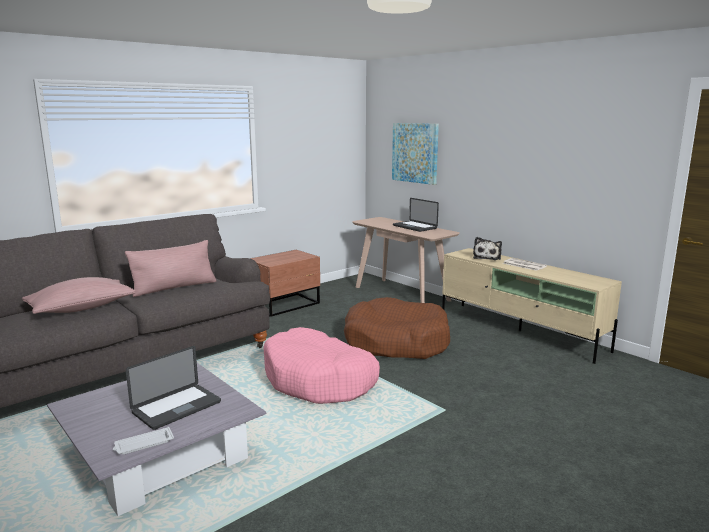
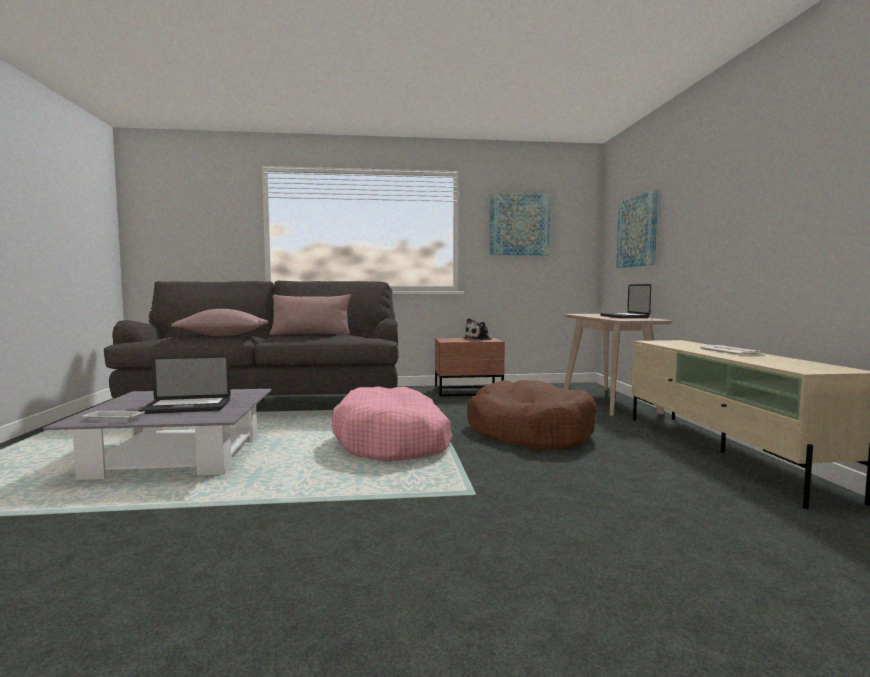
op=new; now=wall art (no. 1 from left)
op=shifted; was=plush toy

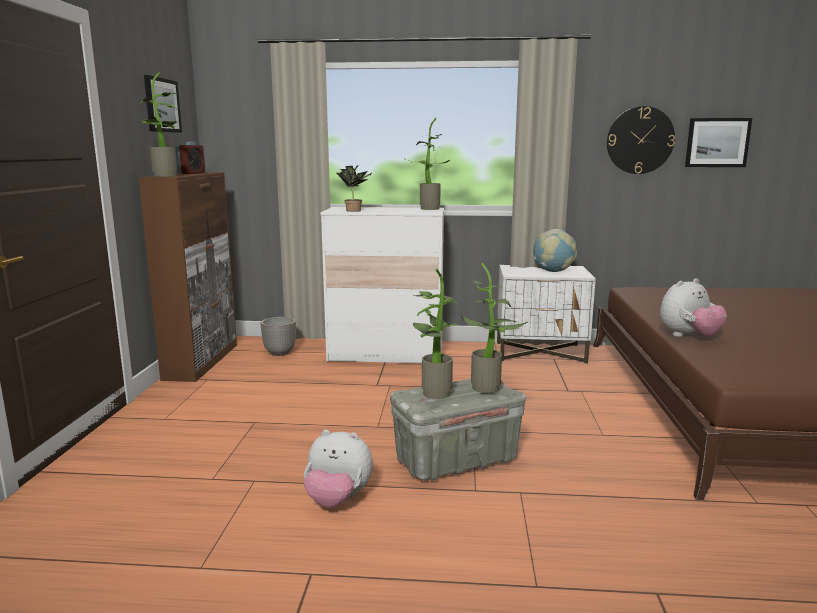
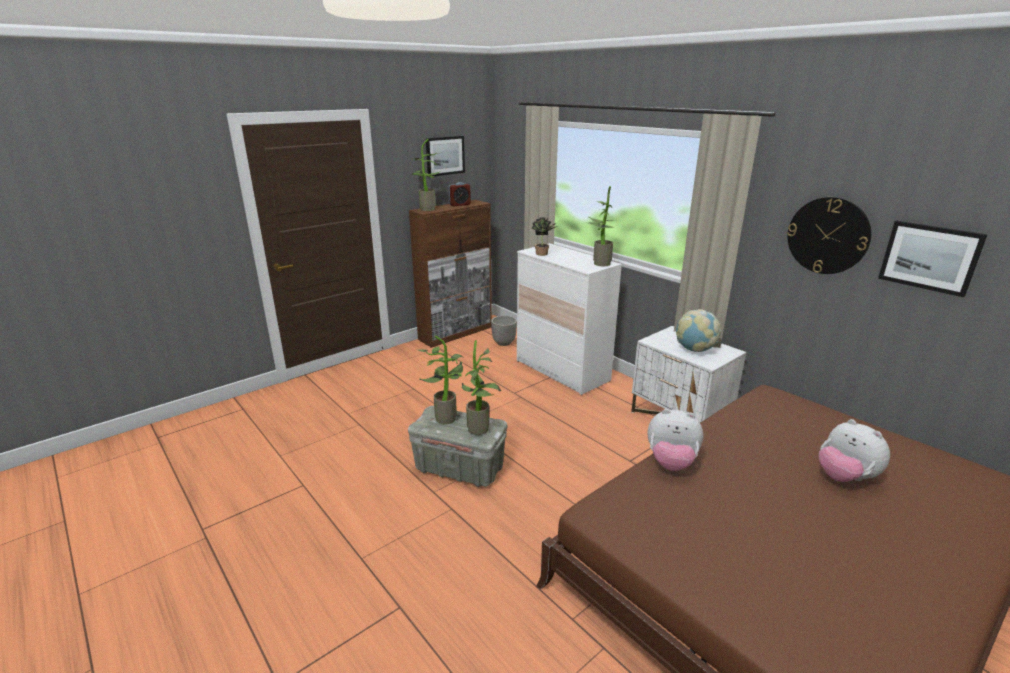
op=shifted; was=plush toy (no. 1 from left in the first image); now=plush toy (no. 2 from left)

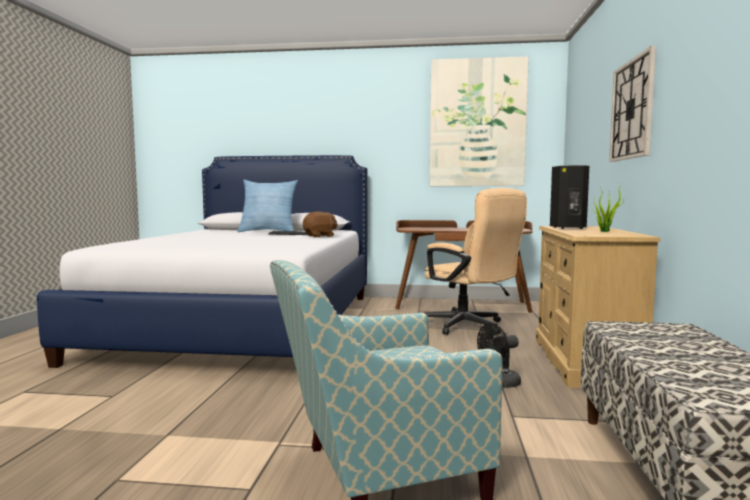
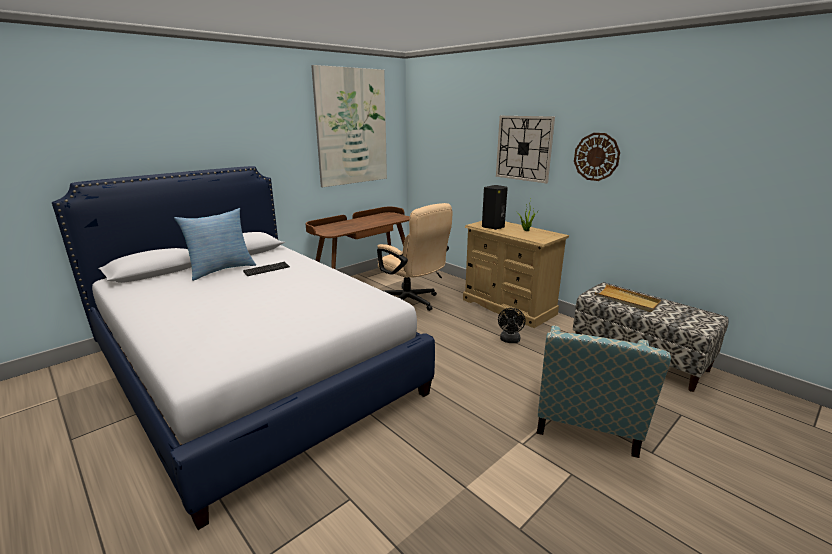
op=gone; was=brownish plush toy
op=new; now=hanging clock (no. 2 from left)
op=new; now=beige serving tray
op=rotated; was=beige desk chair; clockwise=45

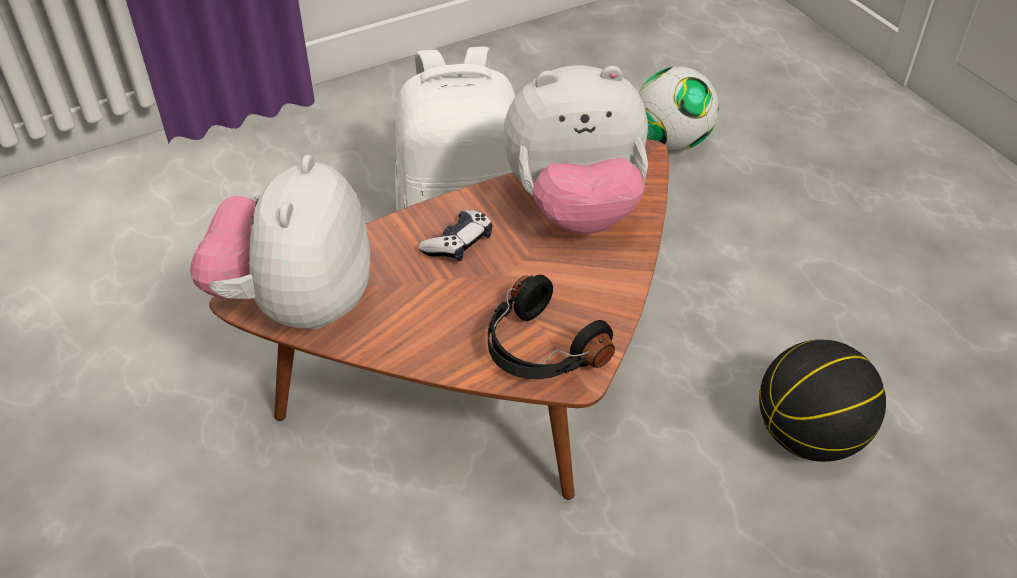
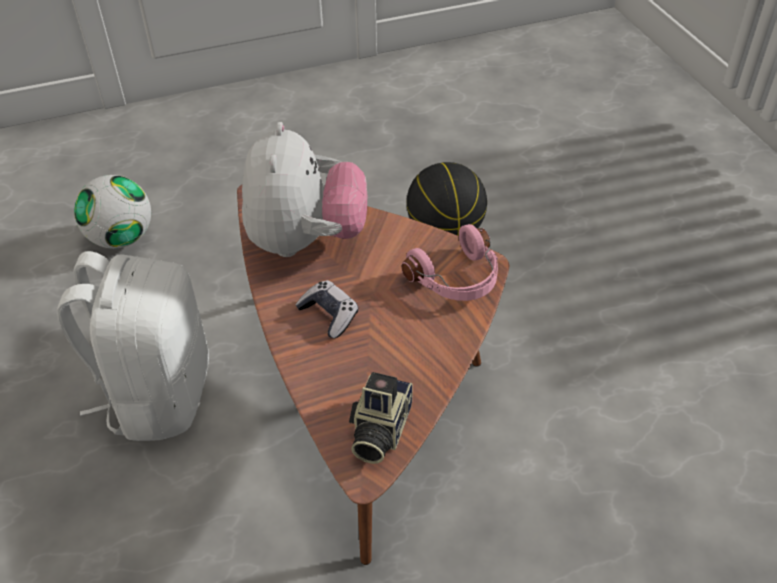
op=swapped; was=plush toy (no. 1 from left); now=photo camera
op=repainted; was=black-coloured headphones; now=pink headphones

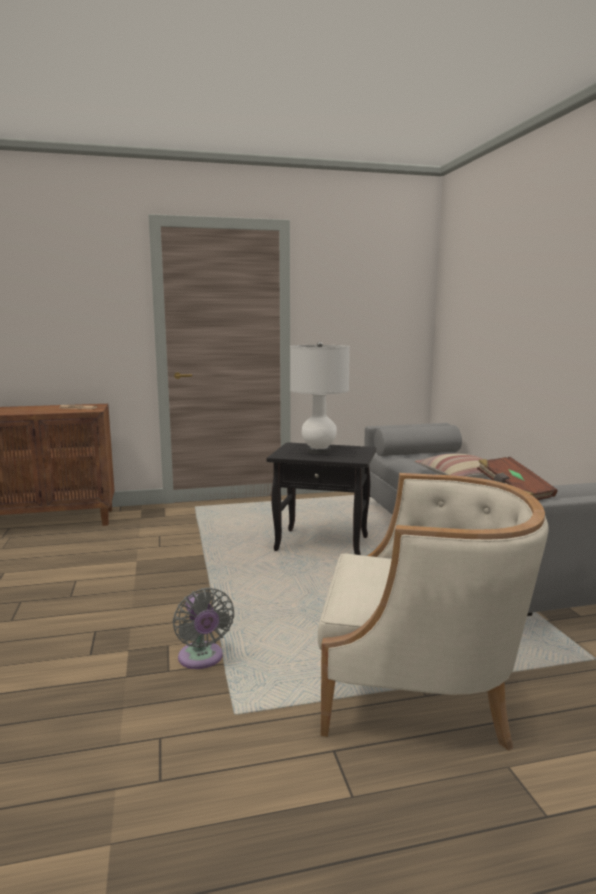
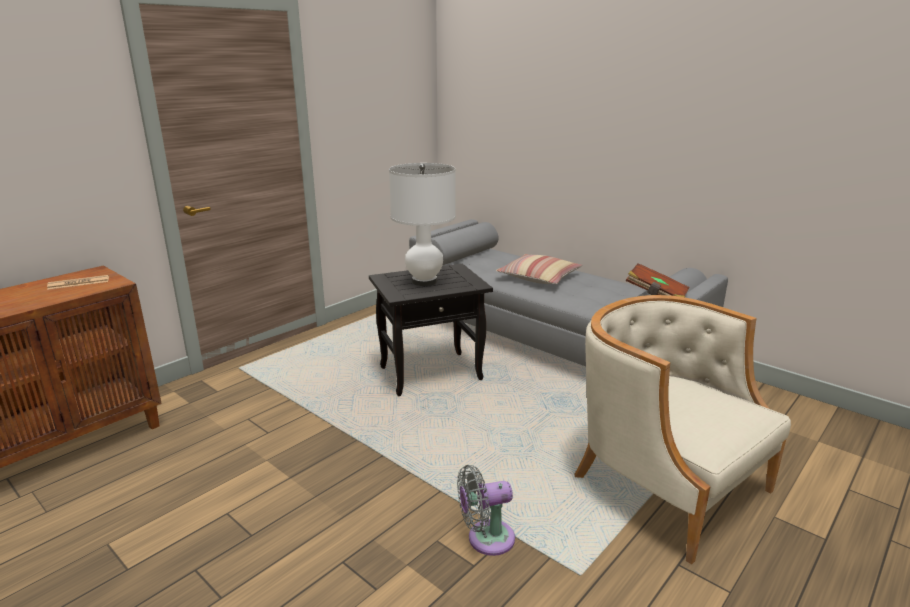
op=rotated; was=greyish cooling fan; clockwise=135
op=rotated; was=beige armchair; clockwise=-105

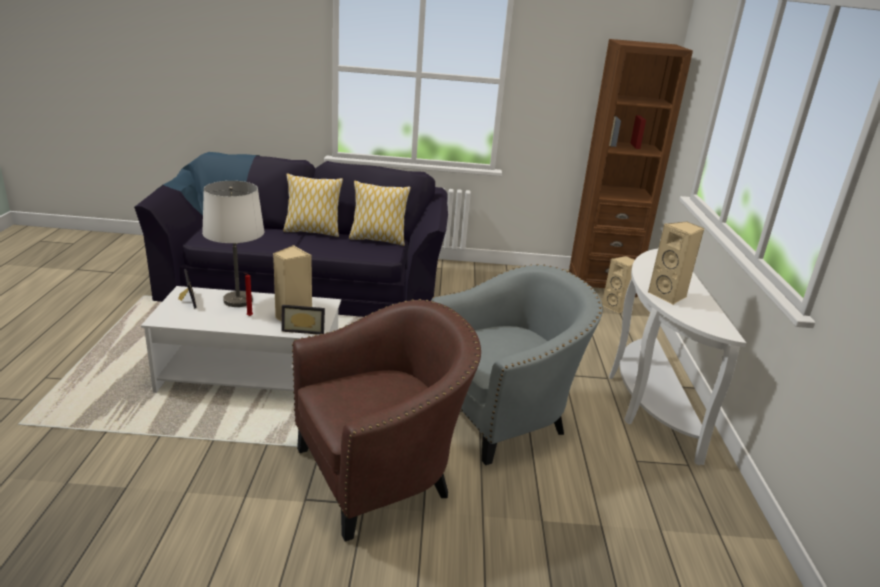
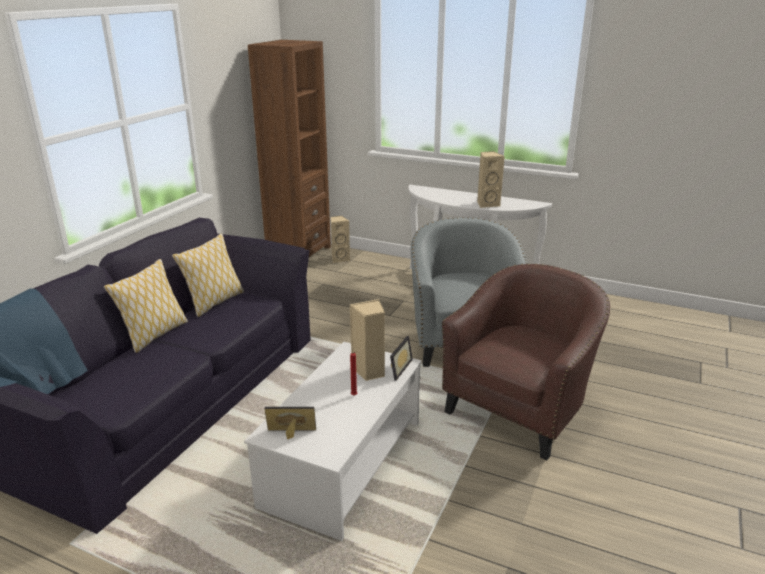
op=gone; was=white tabletop lamp
op=rotated; was=brownish armchair; clockwise=45

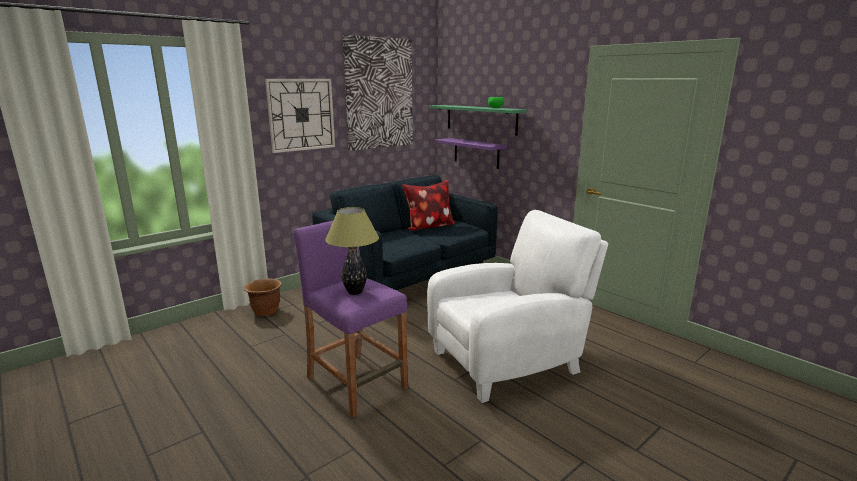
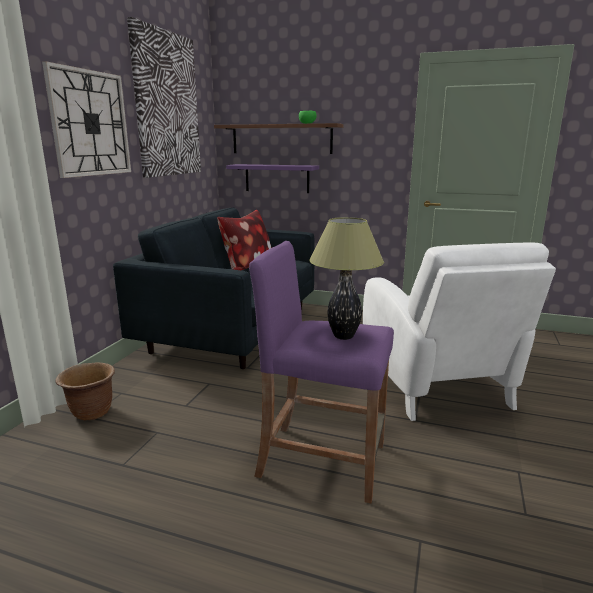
op=repainted; was=green-coloured bracket shelf; now=brownish bracket shelf
op=rotated; was=white armchair; clockwise=135

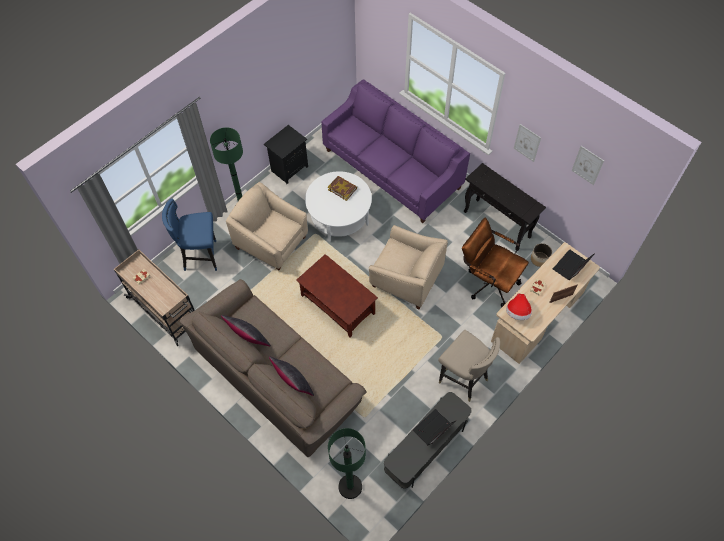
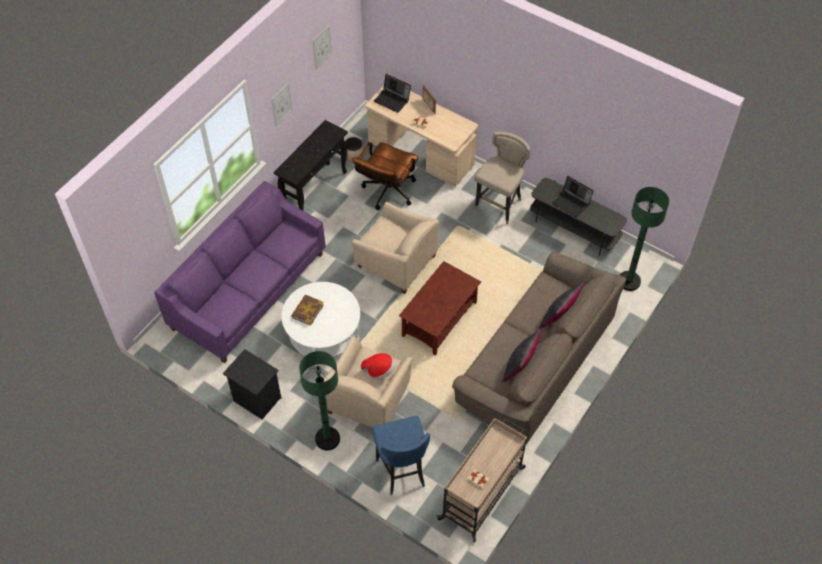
op=shifted; was=clothing hat
op=rotated; was=beige armchair (no. 2 from left); clockwise=105

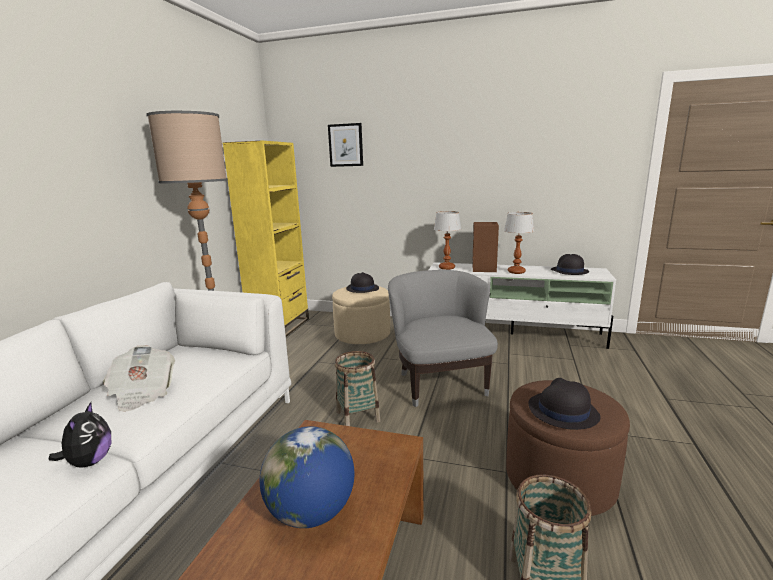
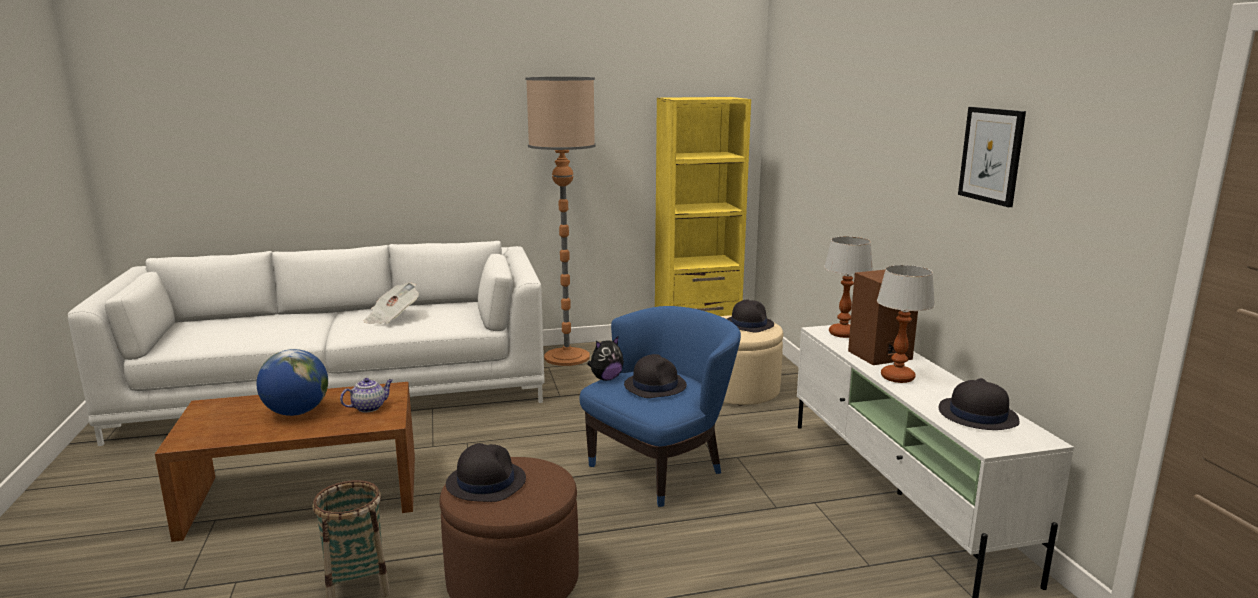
op=gone; was=basket (no. 1 from left)
op=new; now=teapot
op=new; now=black-coloured clothing hat (no. 2 from left)
op=shifted; was=plush toy
op=shifted; was=wall art
op=repainted; was=greyish armchair; now=bluish armchair

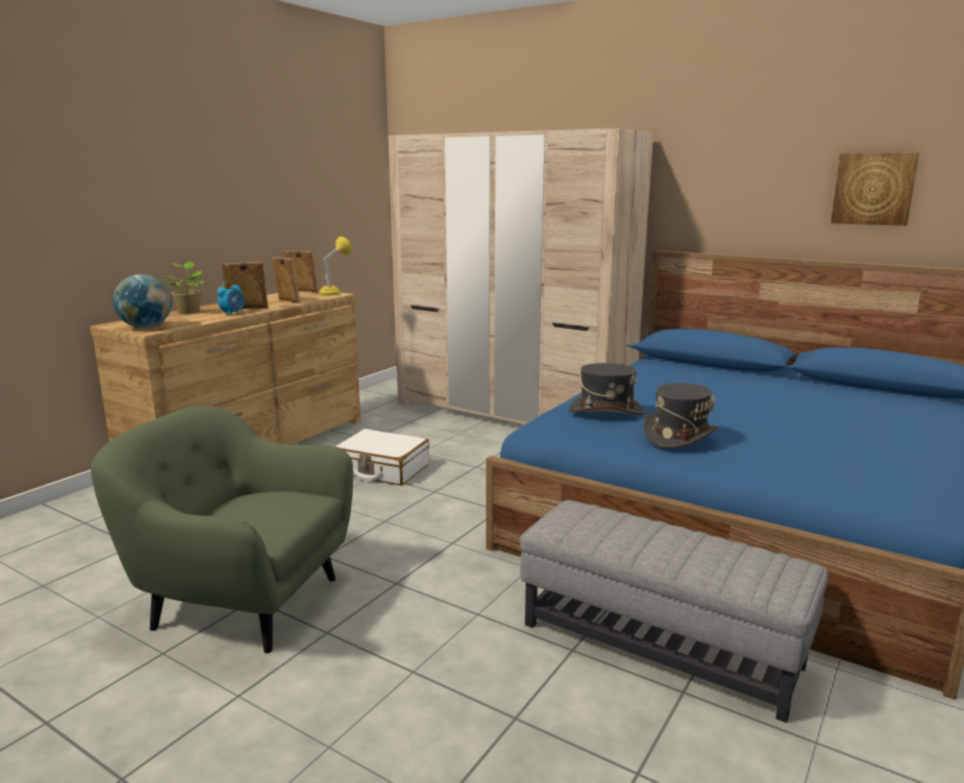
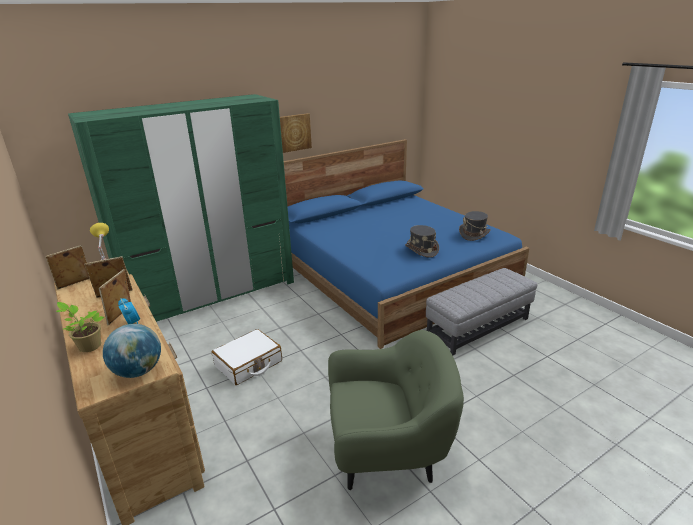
op=shifted; was=greyish clothing hat (no. 1 from left in the first image); now=greyish clothing hat (no. 2 from left)
op=shifted; was=wall art
op=repainted; was=beige armoire; now=green-coloured armoire
op=rotated; was=green-coloured armchair; clockwise=-135

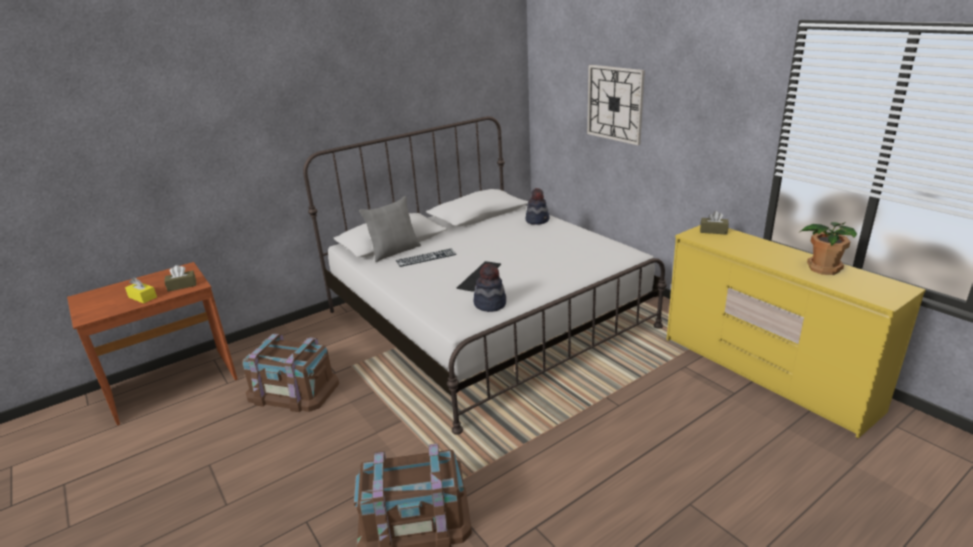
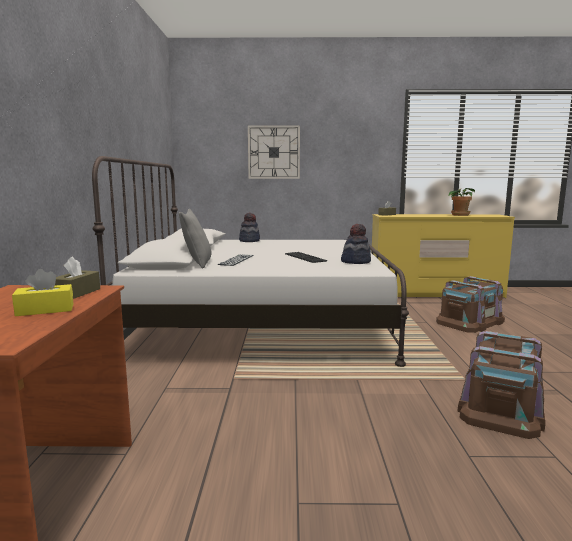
op=shifted; was=brownish storage bin (no. 1 from left)

